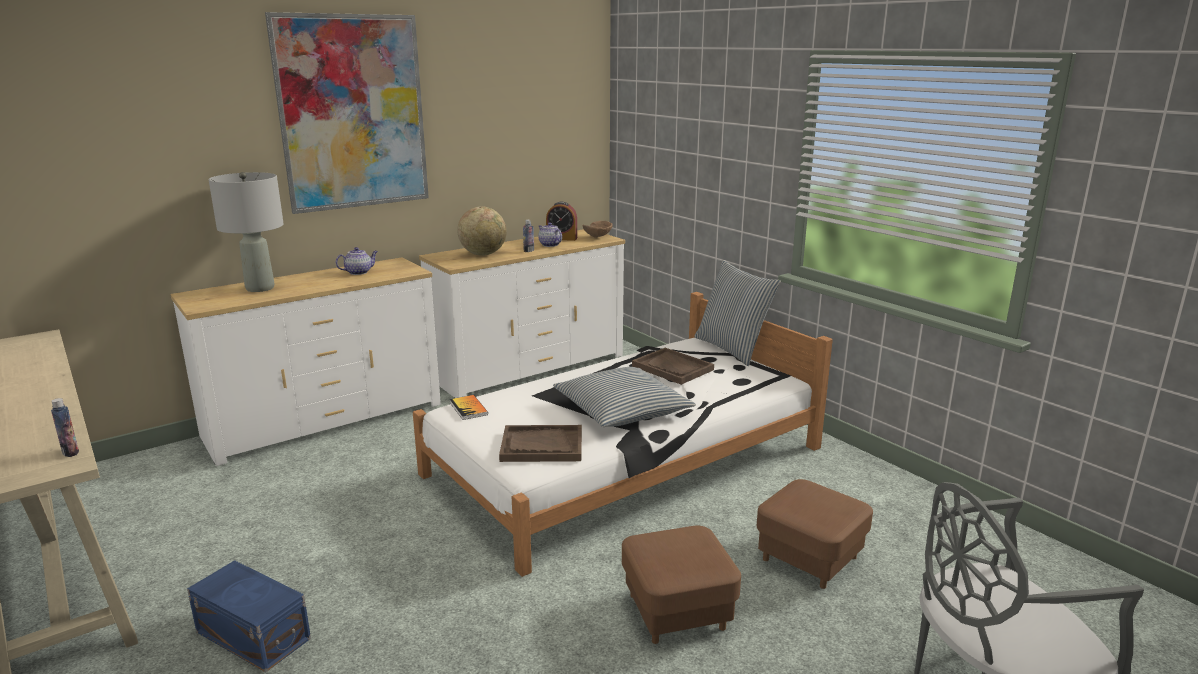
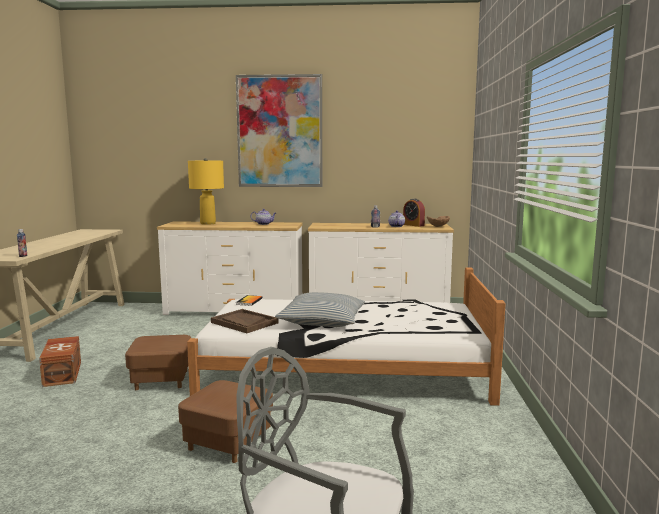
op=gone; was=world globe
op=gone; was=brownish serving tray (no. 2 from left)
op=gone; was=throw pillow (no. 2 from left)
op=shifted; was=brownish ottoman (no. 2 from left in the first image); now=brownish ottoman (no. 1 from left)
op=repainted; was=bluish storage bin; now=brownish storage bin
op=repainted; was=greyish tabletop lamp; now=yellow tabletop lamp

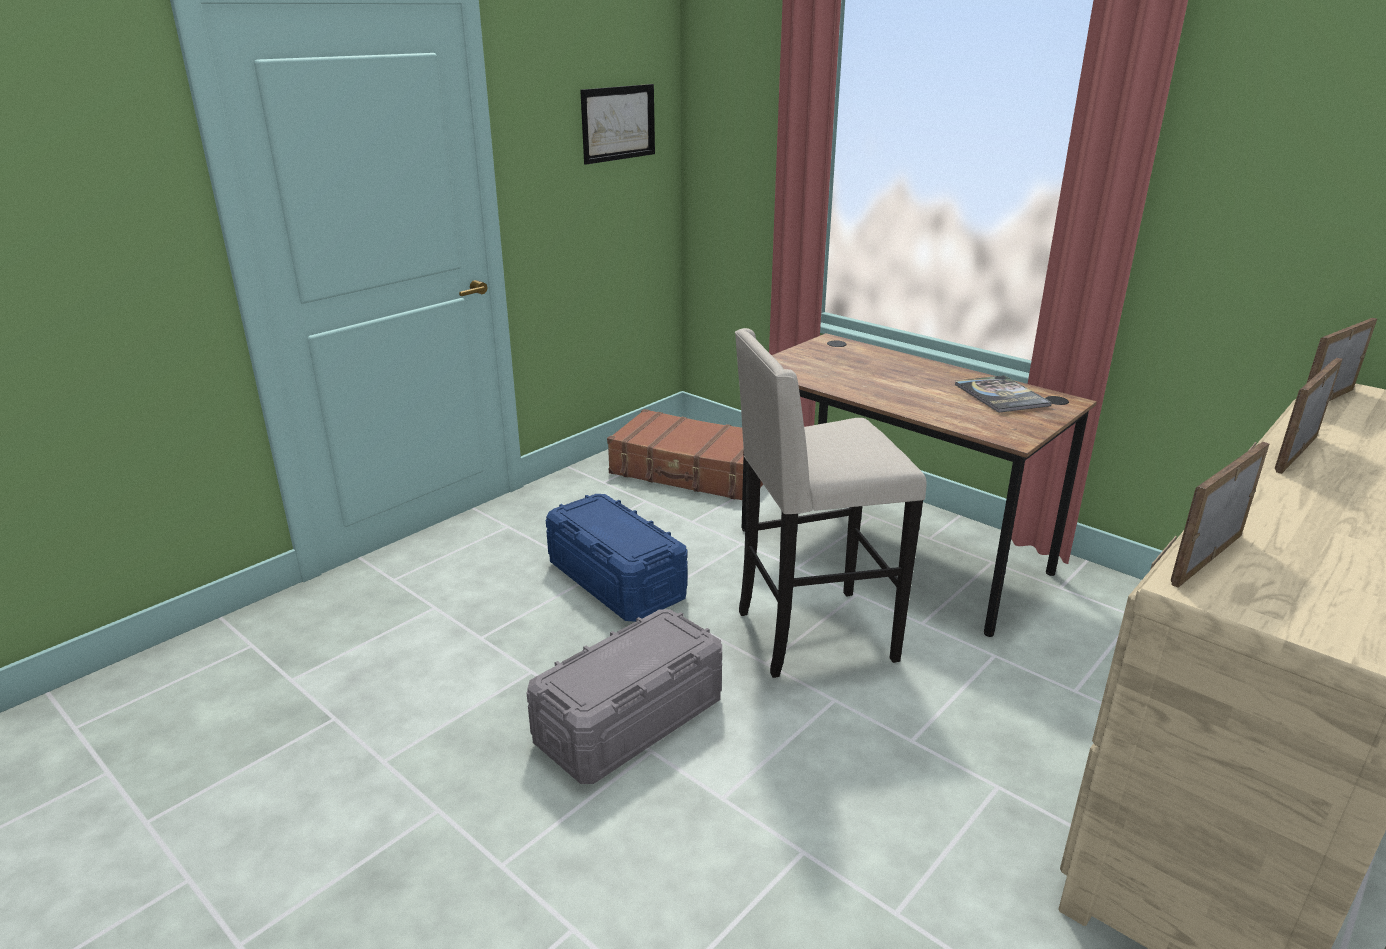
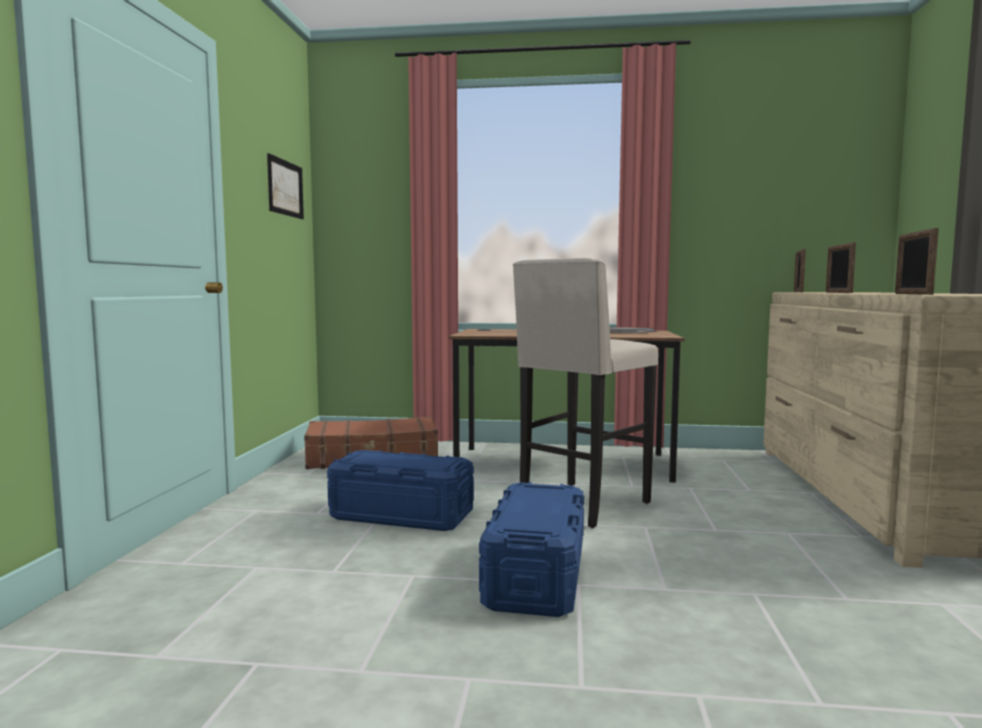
op=repainted; was=greyish storage bin; now=bluish storage bin (no. 2 from left)

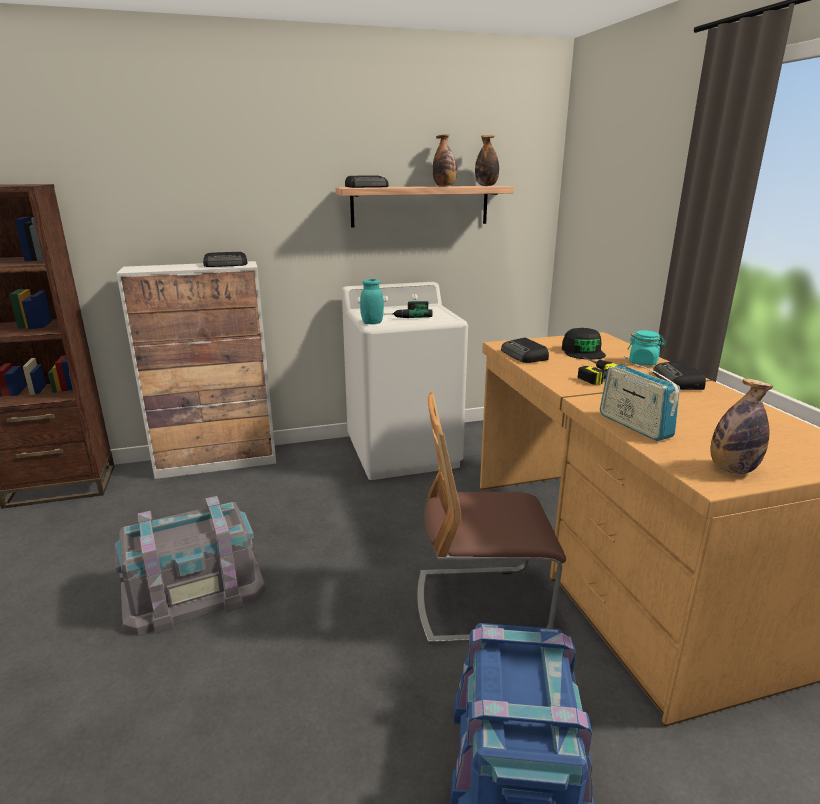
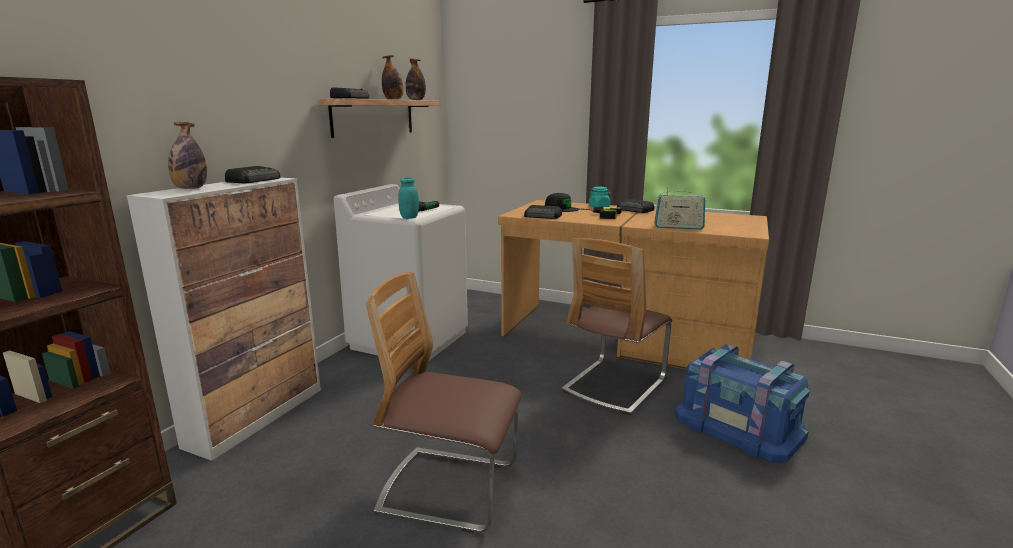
op=shifted; was=beverage bottle (no. 3 from left in the first image); now=beverage bottle (no. 1 from left)
op=swapped; was=greyish storage bin; now=upright chair (no. 1 from left)

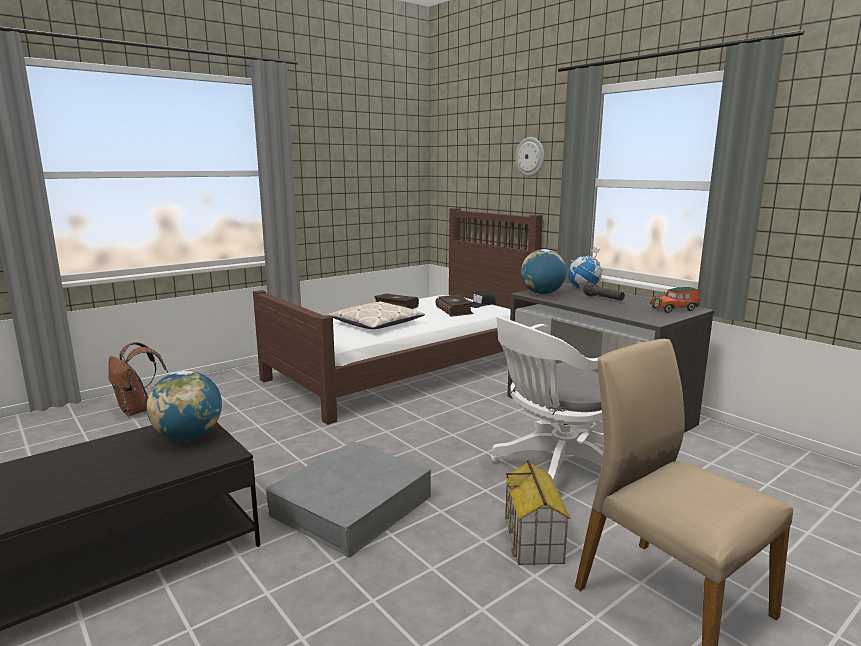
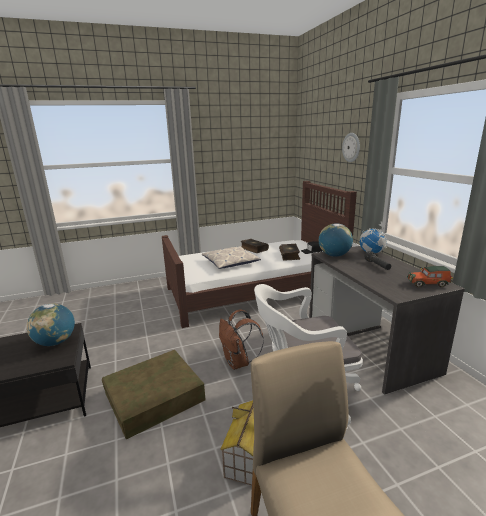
op=shifted; was=brownish rucksack
op=repainted; was=greyish storage bin; now=brownish storage bin

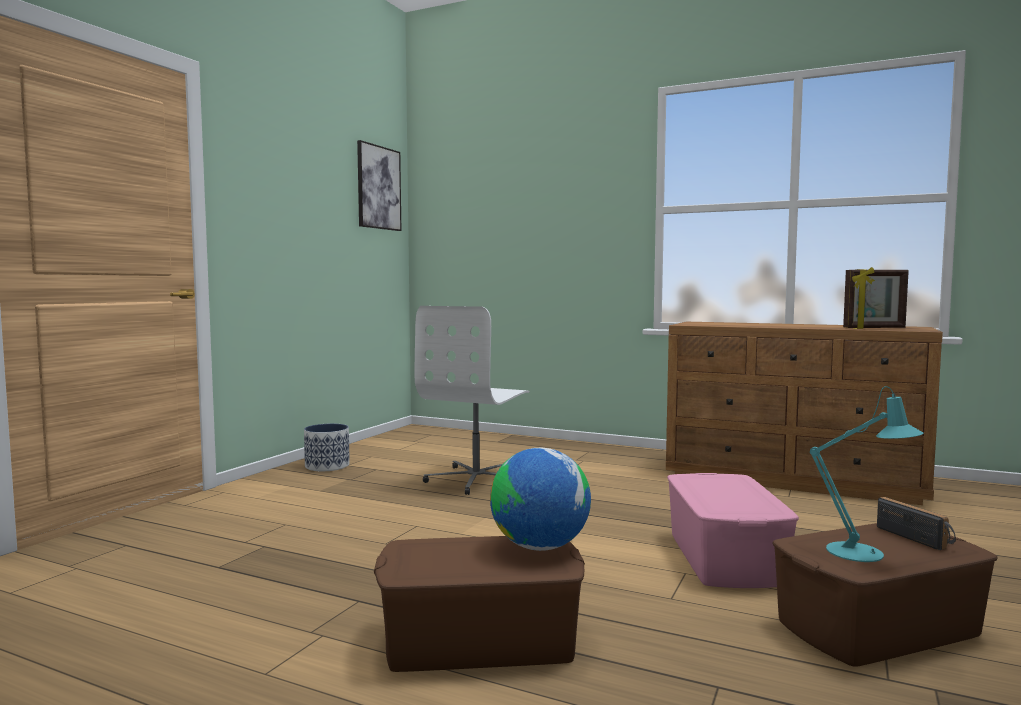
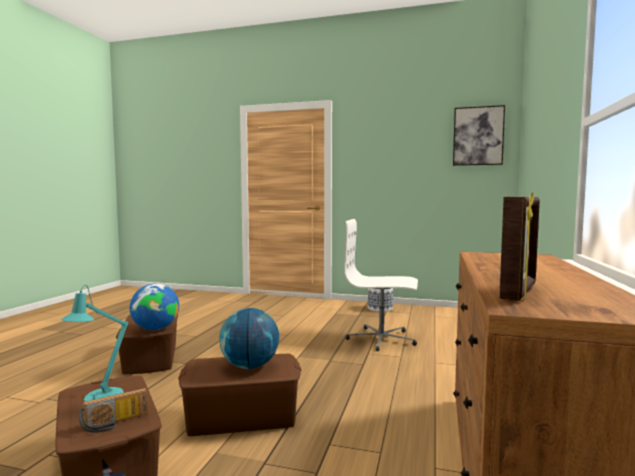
op=new; now=world globe (no. 2 from left)
op=repainted; was=pink storage bin; now=brownish storage bin (no. 3 from left)
op=rotated; was=picture frame; clockwise=-135

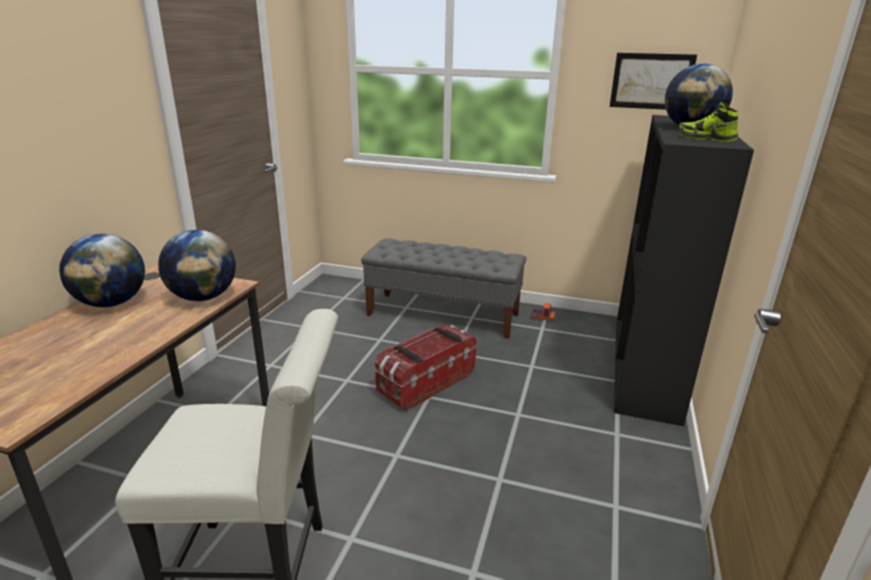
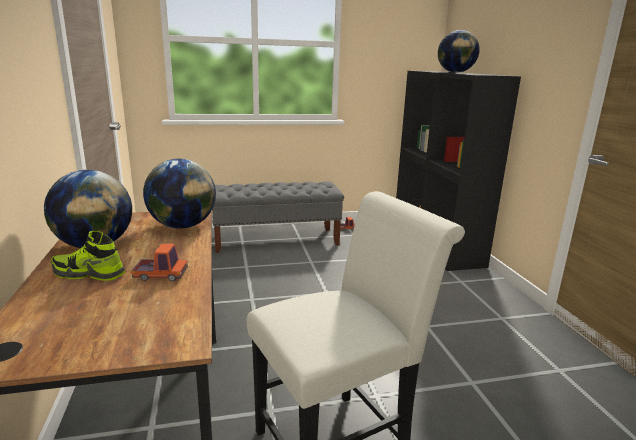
op=gone; was=storage bin
op=gone; was=wall art
op=new; now=model truck (no. 1 from left)
op=shifted; was=low shoe

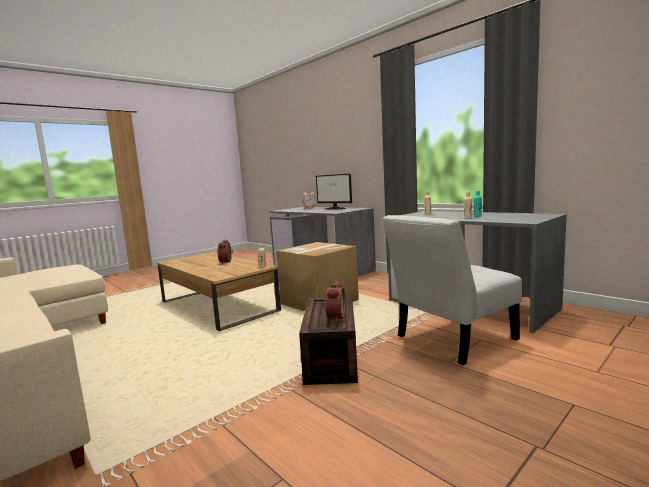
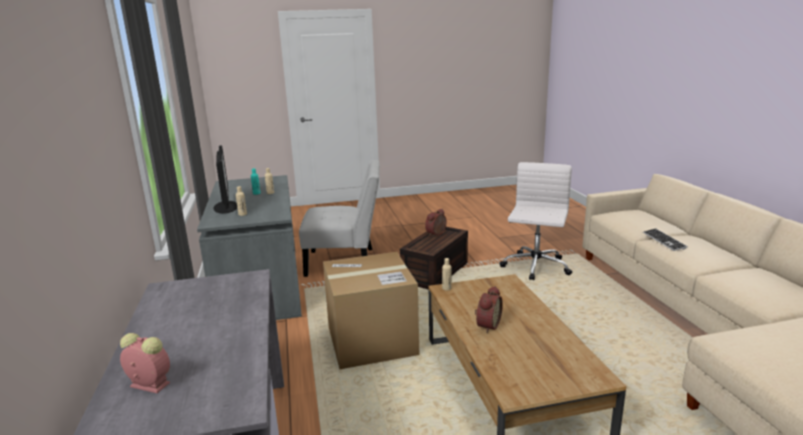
op=new; now=white desk chair
op=new; now=computer keyboard
op=shifted; was=computer display

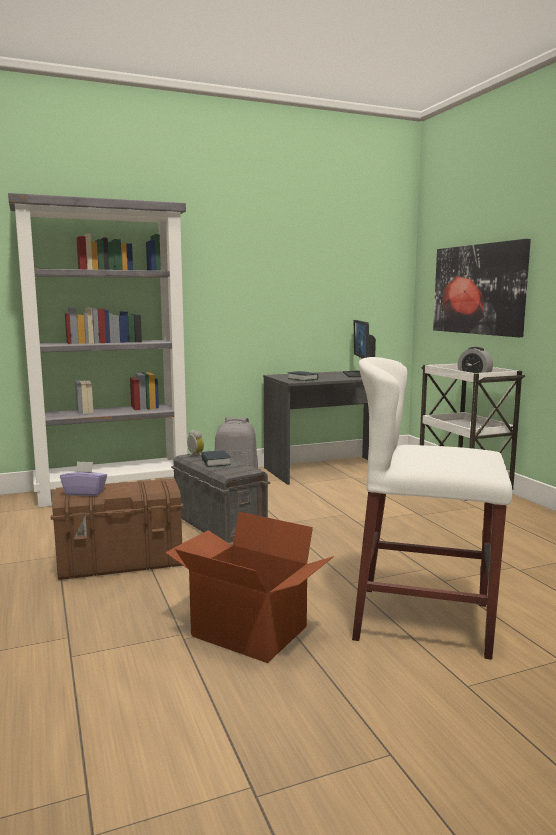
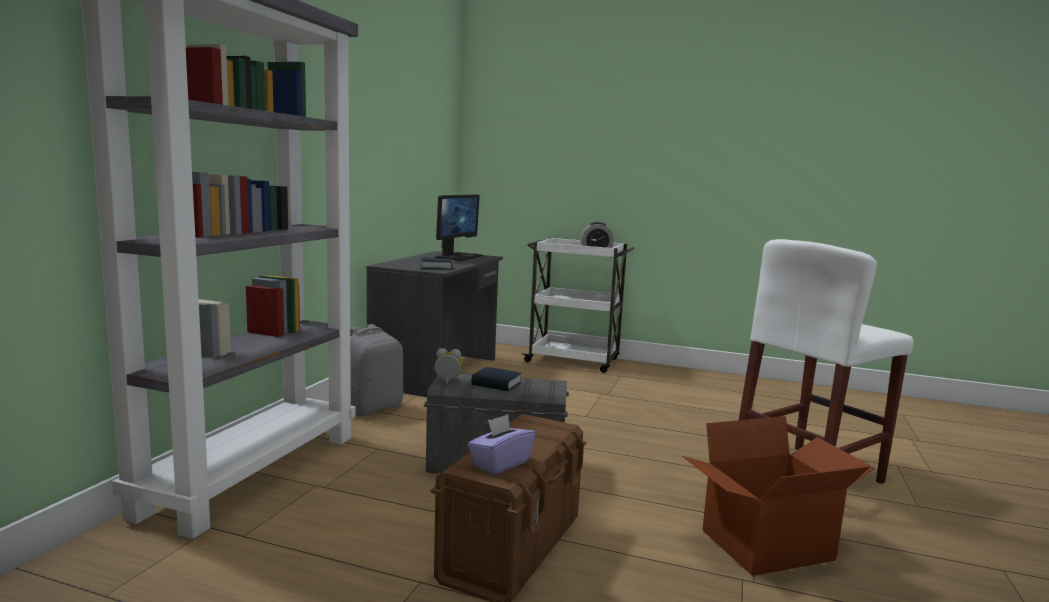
op=gone; was=wall art
op=rotated; was=computer display; clockwise=-105

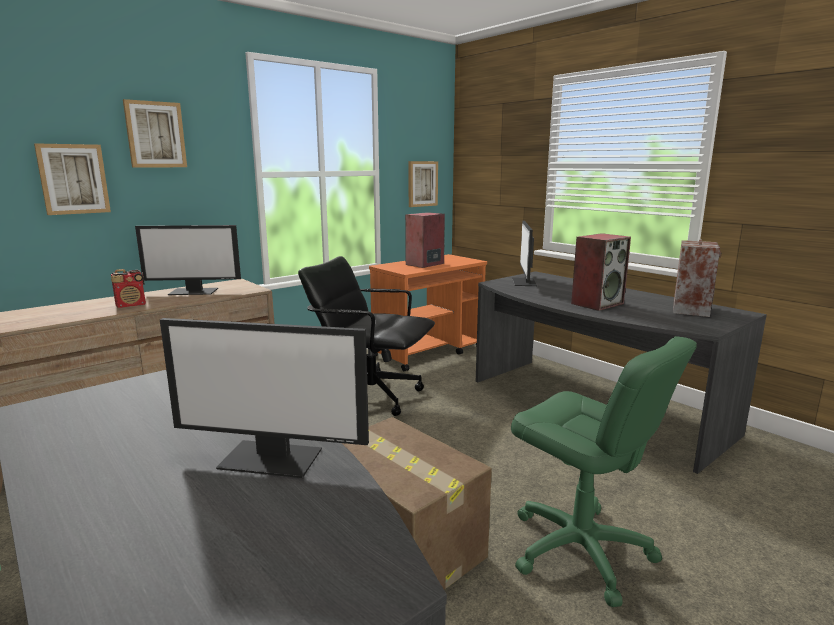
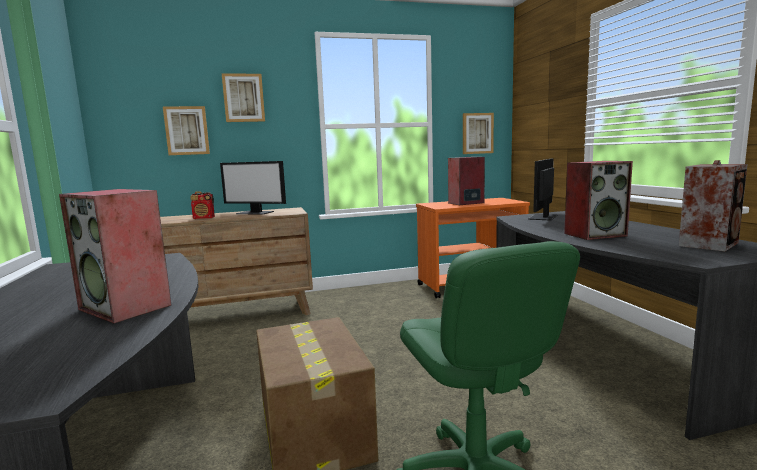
op=gone; was=black-coloured desk chair
op=swapped; was=computer display (no. 2 from left); now=loudspeaker (no. 1 from left)

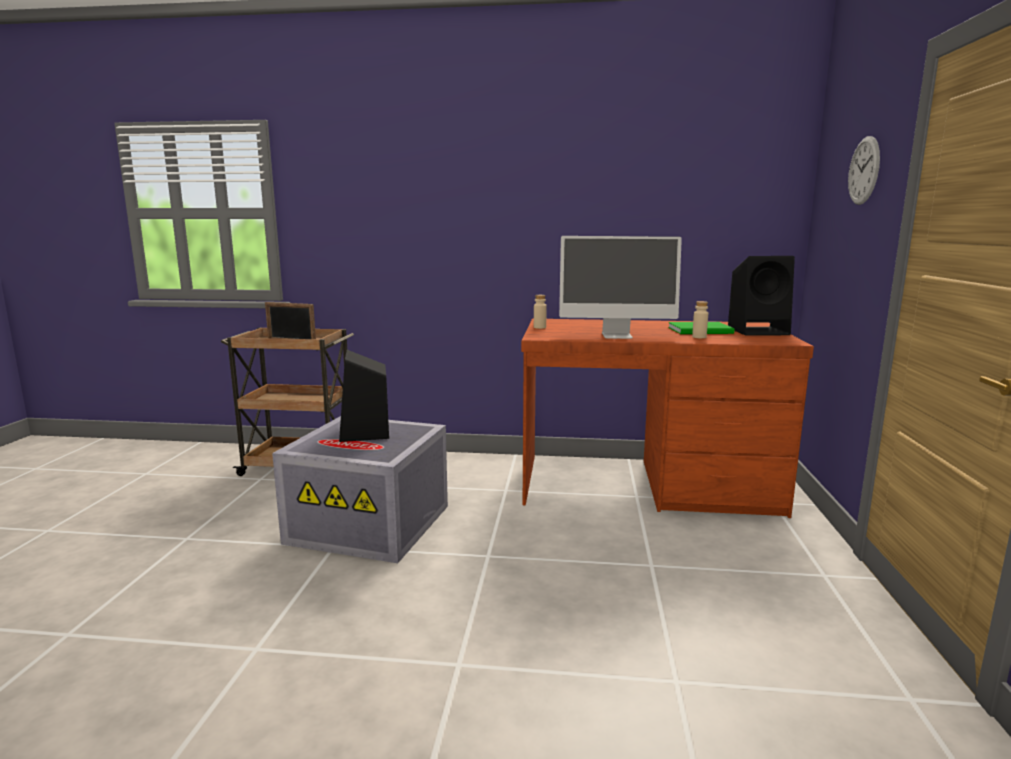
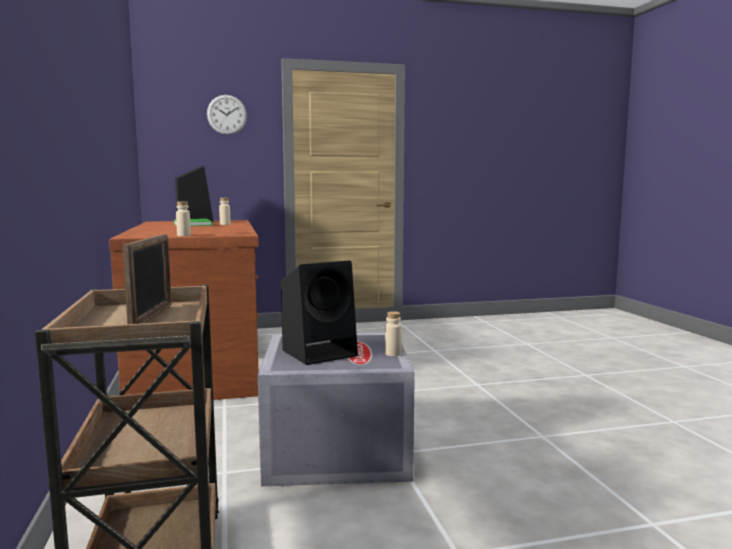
op=gone; was=computer display
op=new; now=beige beverage bottle (no. 3 from left)

